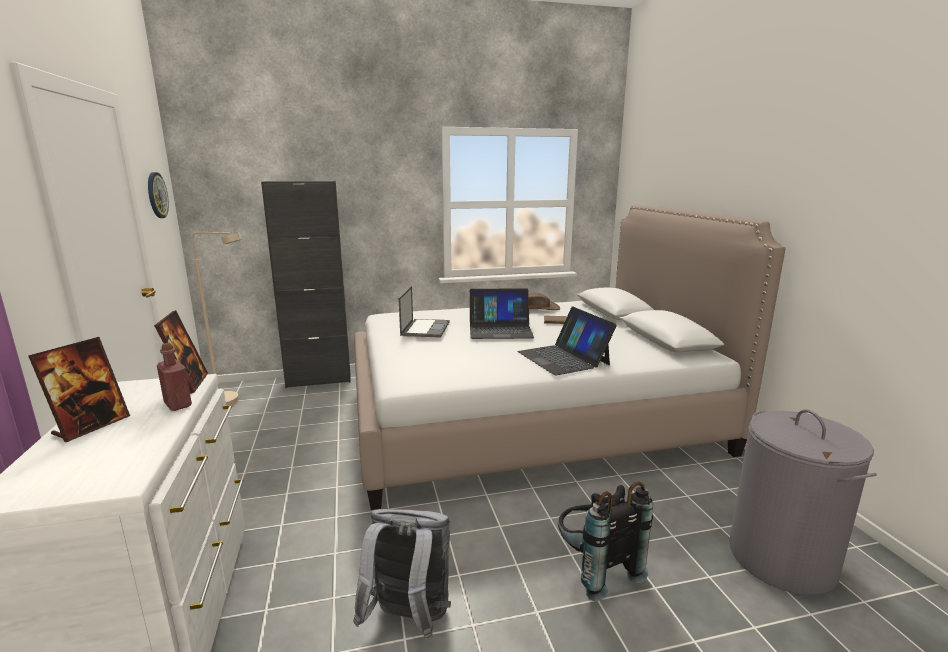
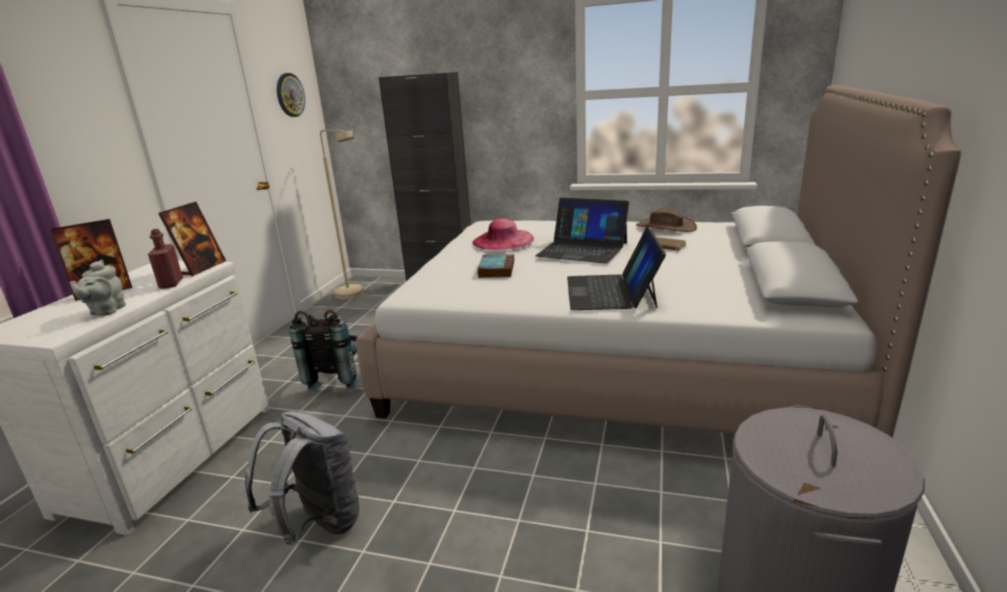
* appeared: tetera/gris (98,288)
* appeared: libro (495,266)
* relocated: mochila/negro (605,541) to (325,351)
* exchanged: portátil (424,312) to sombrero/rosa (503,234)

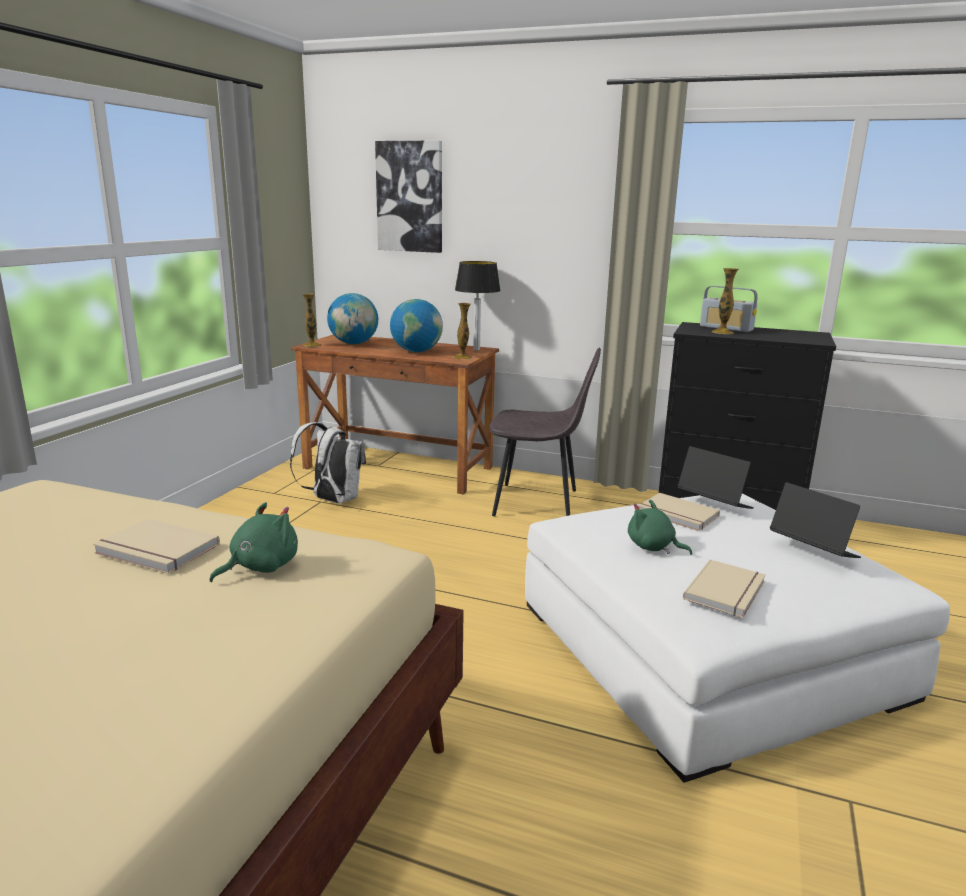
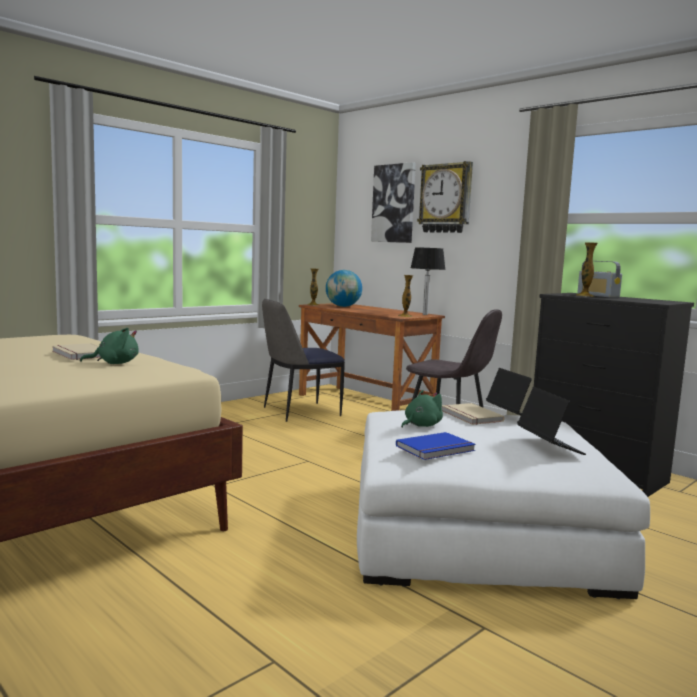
* missing: globo terráqueo (416,325)
* appeared: reloj de pared (445,197)
* exchanged: mochila/blanco (328,463) to silla (303,360)
* colour: libro/beis (724,588) to libro/azul (436,446)
* spun: peluche/verde (660,527) = (422,409) 75 degrees clockwise

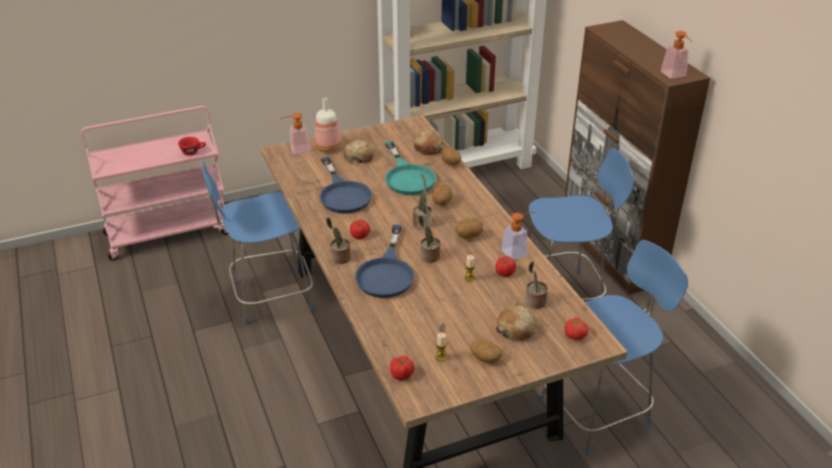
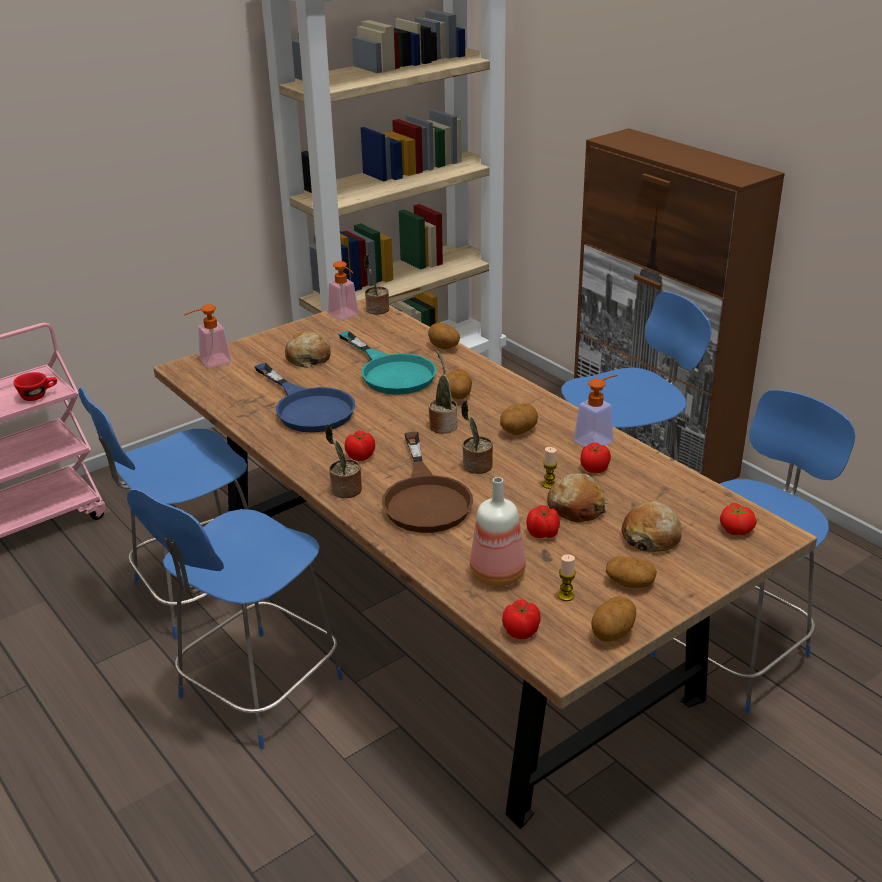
* appeared: silla/azul (235,619)
* appeared: tomate (543,521)
* appeared: patata (613,619)
* relocated: botella (328,125) to (498,532)
* relocated: pan (429,142) to (577,498)
* relocated: planta en maceta (536,285) to (376,284)
* relocated: dispensador de jabón (677,55) to (343,290)
* colour: sartén/azul (384,261) to sartén/marrón (427,482)

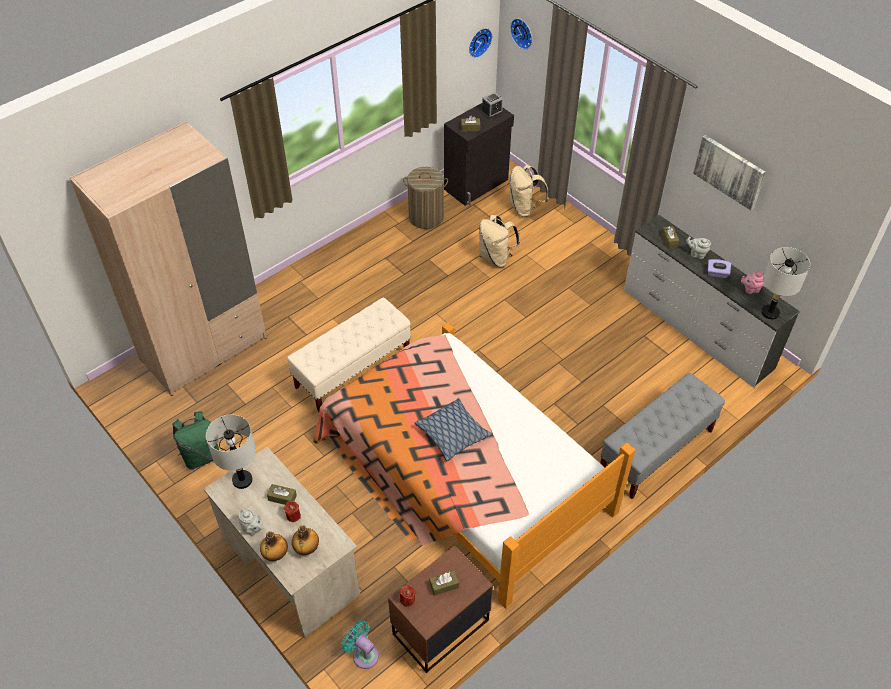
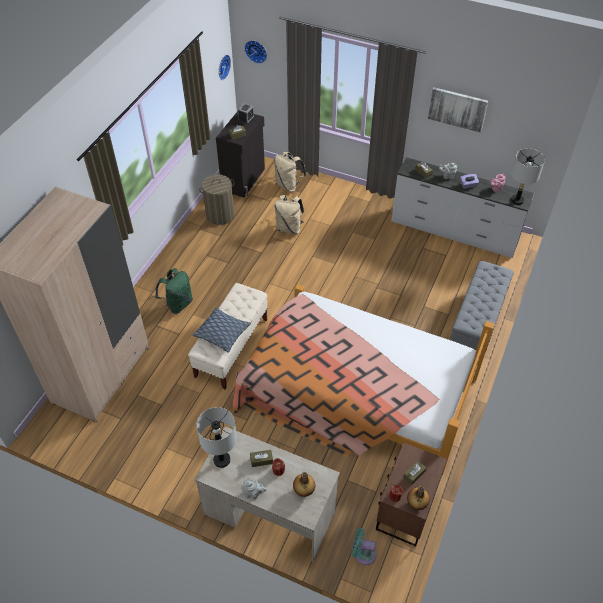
* relocated: mochila/verde (195,440) to (174,291)
* relocated: botella (274,546) to (418,498)
* relocated: cojín (453,429) to (222,329)

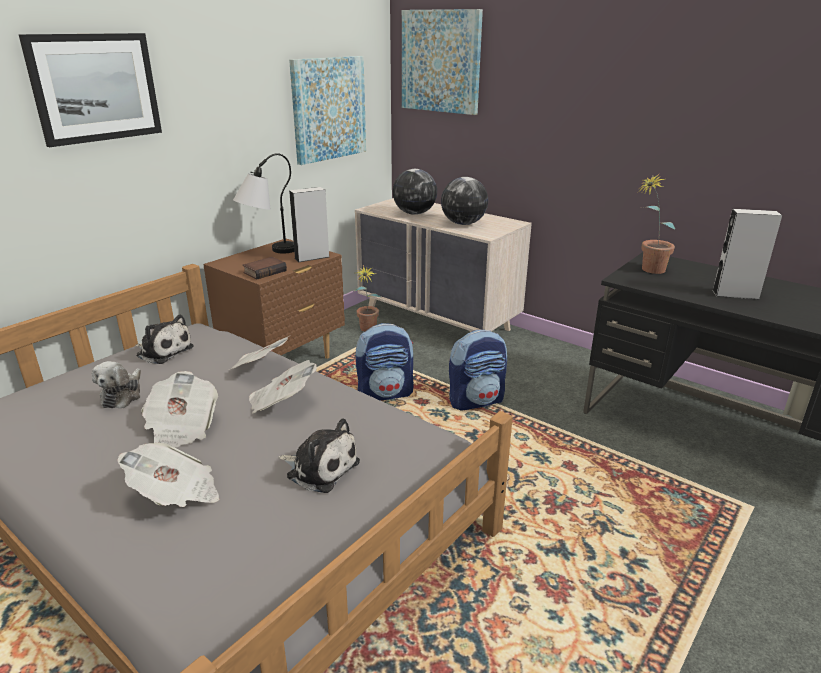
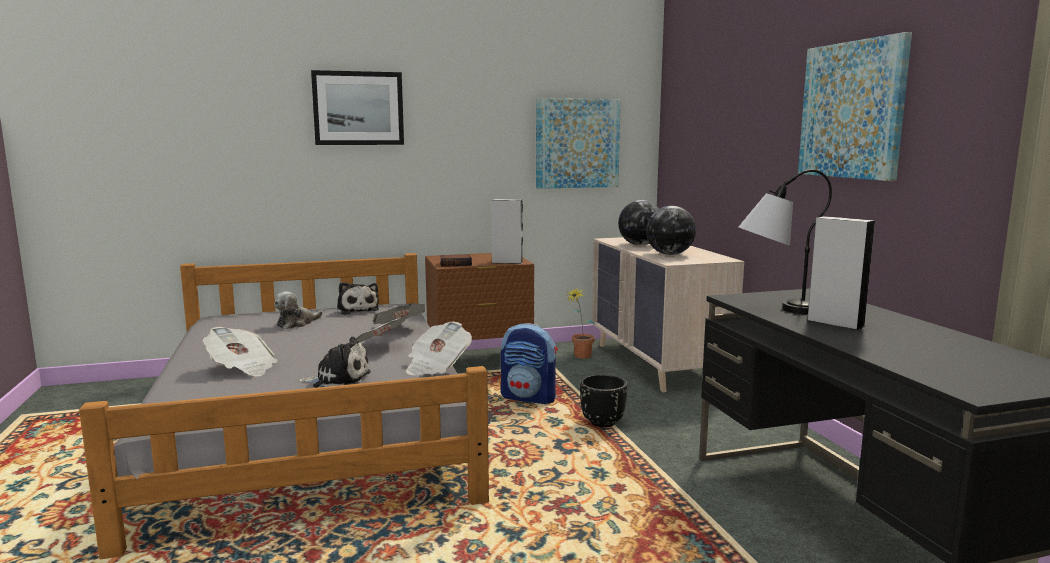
* missing: planta en maceta (656,223)
* relocated: periódico (179,409) to (439,348)
* relocated: lámpara de mesa (263,203) to (785,242)
* relocated: cuadro (442,62) to (855,106)
* exchanged: mochila (478,370) to maceta/negro (604,400)
* spun: peluche (319,455) = (334,362) 60 degrees counterclockwise

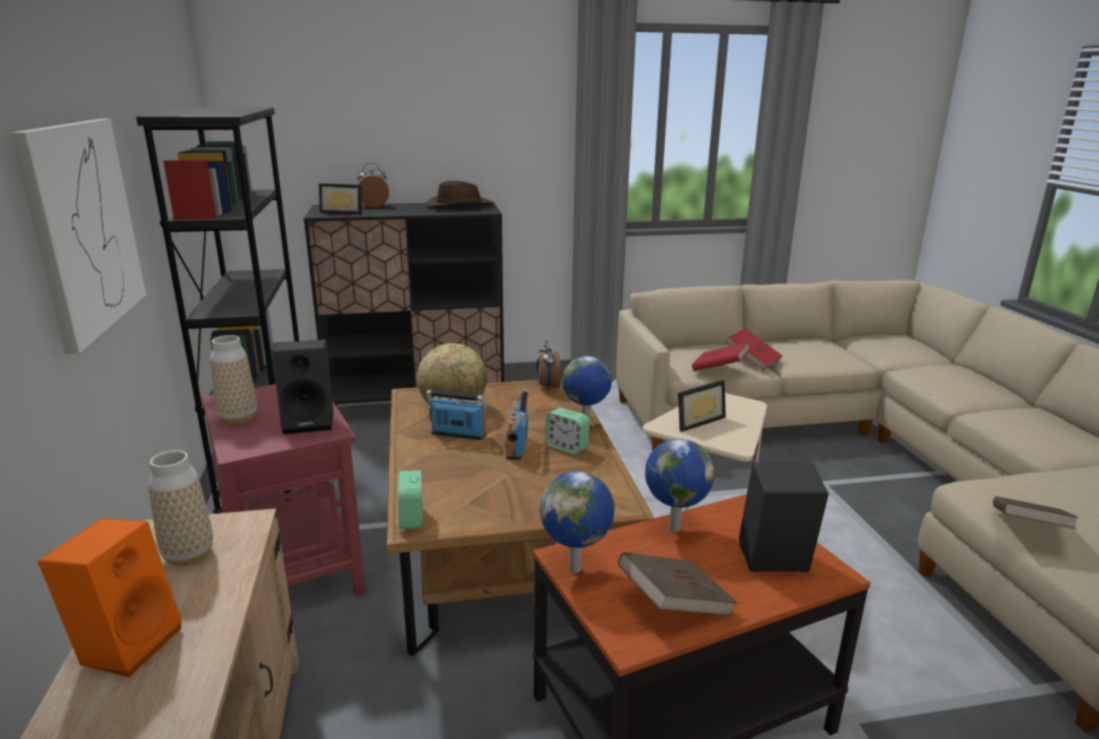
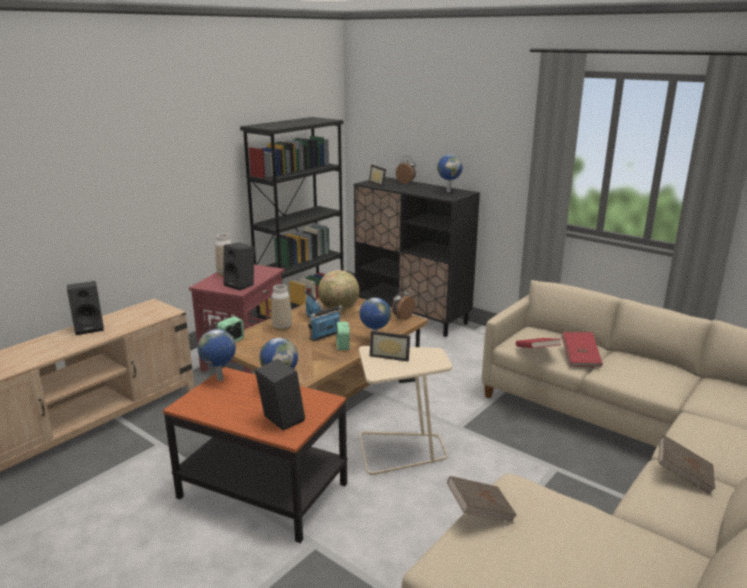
* missing: cuadro (78,236)
* relocated: florero (180,508) to (281,307)
* relocated: libro/marrón (678,584) to (686,464)
* exchanged: sombrero/marrón (460,194) to globo terráqueo (450,173)
* colour: altavoz/naranja (110,597) to altavoz/negro (85,308)

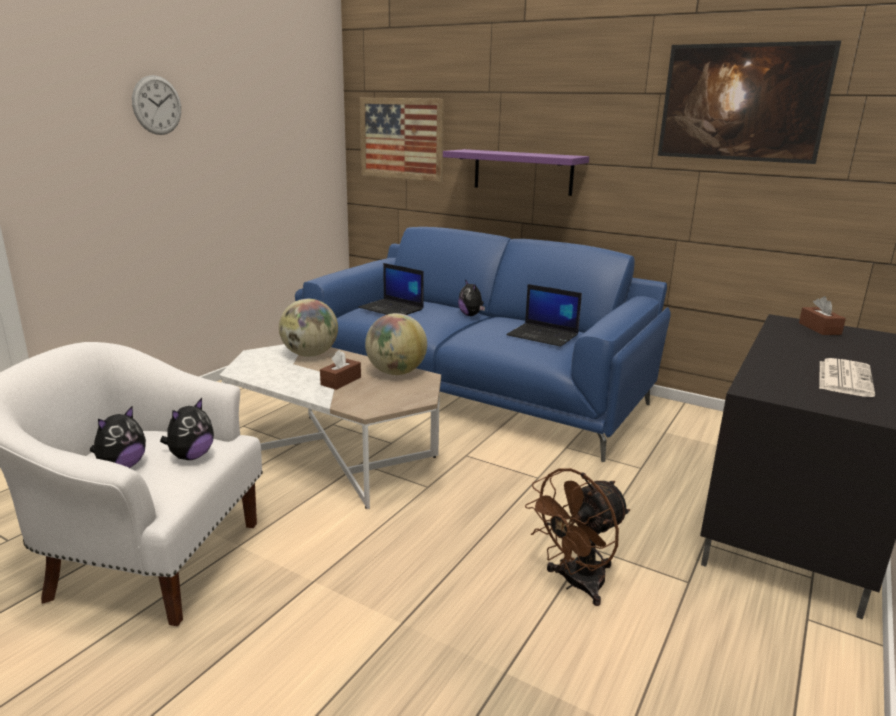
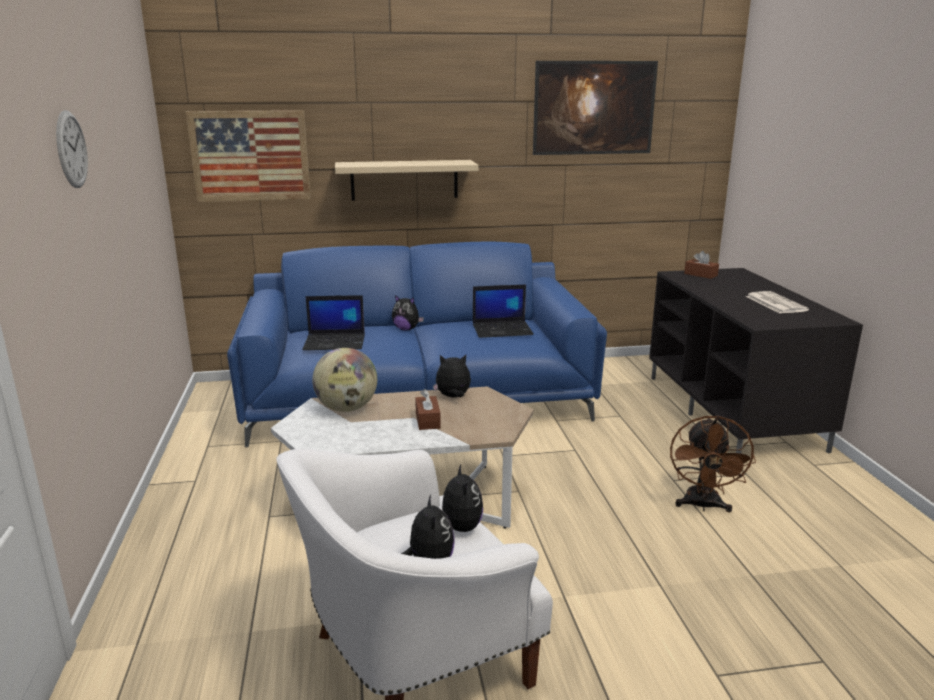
* exchanged: globo terráqueo (396,344) to peluche (452,376)
* colour: estante/morado (516,172) to estante/beis (407,180)

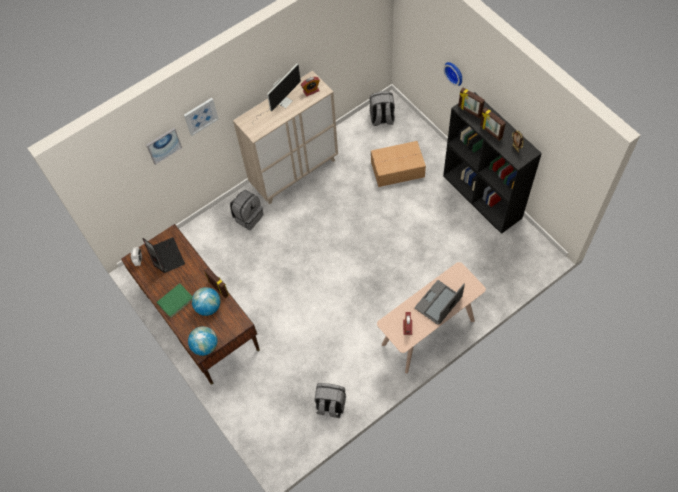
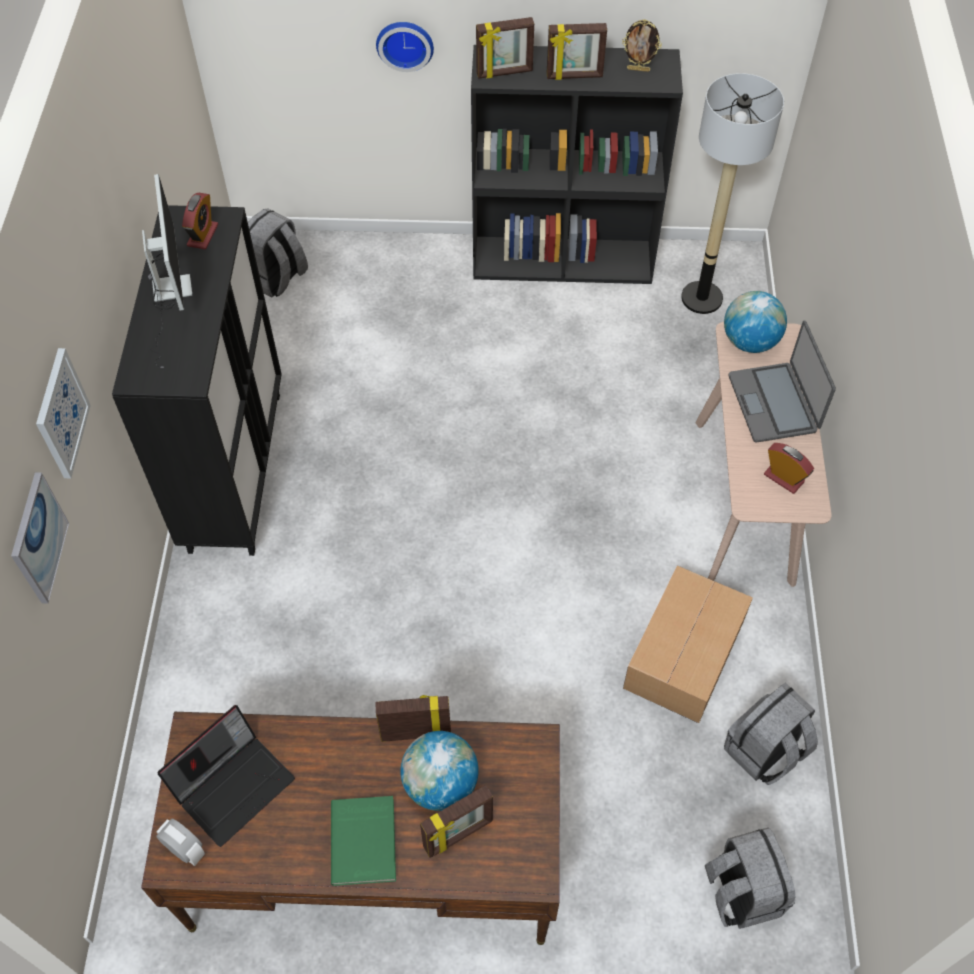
* appeared: portarretratos (456,821)
* appeared: lámpara de pie (732,193)
* relocated: globo terráqueo (202,341) to (755,322)
* relocated: mochila/gris (247,210) to (750,878)
* relocated: caja de cartón (398,164) to (688,644)
* colour: armario/beis (285,138) to armario/negro (197,380)
* spun: portátil (163,255) = (226,776) 120 degrees clockwise

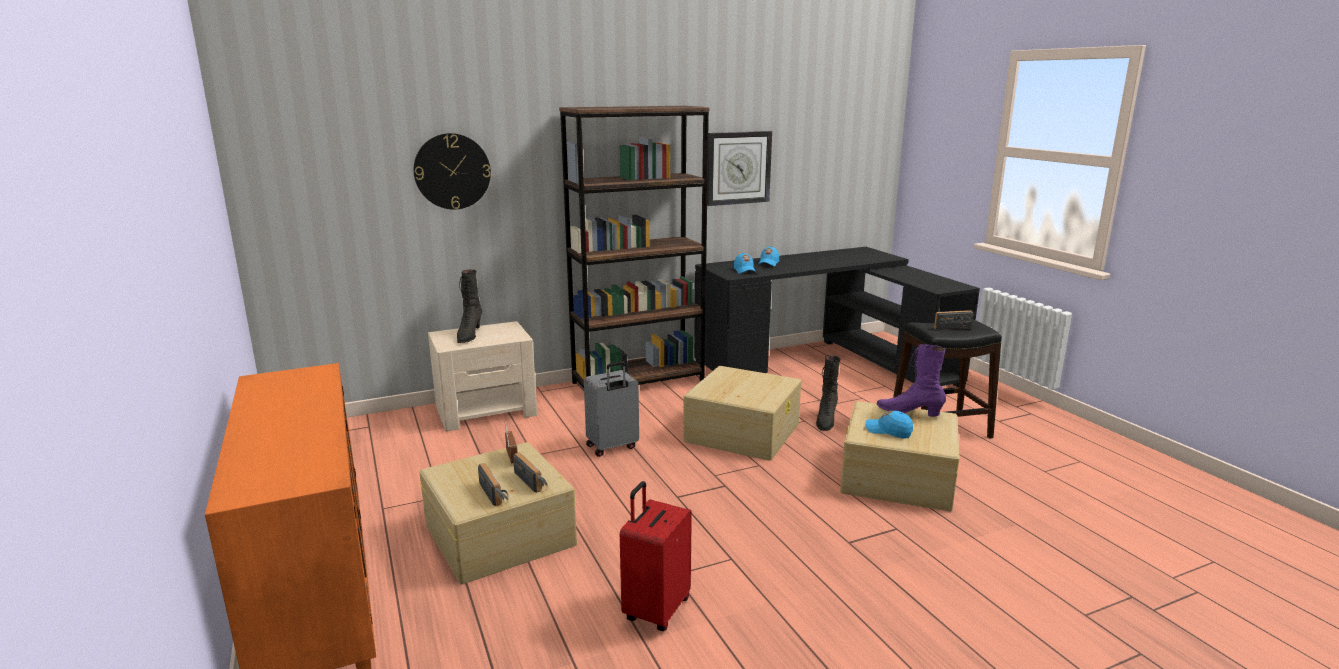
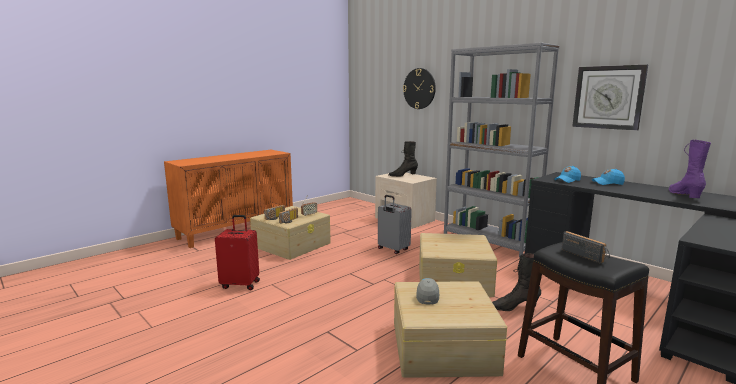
* relocated: bota/morado (911,380) to (690,168)
* colour: estantería/marrón (634,247) to estantería/gris (502,149)
* colour: gorra/azul (889,425) to gorra/gris (427,291)

